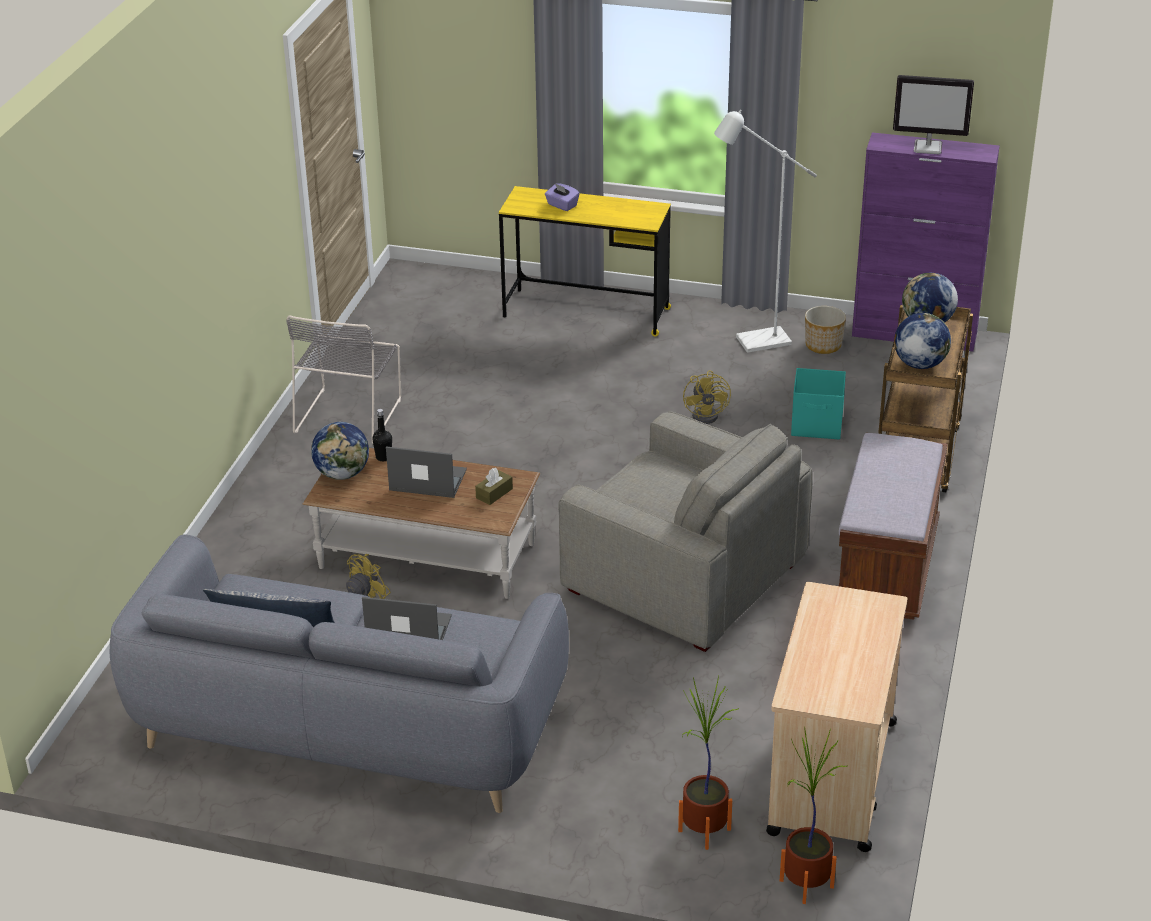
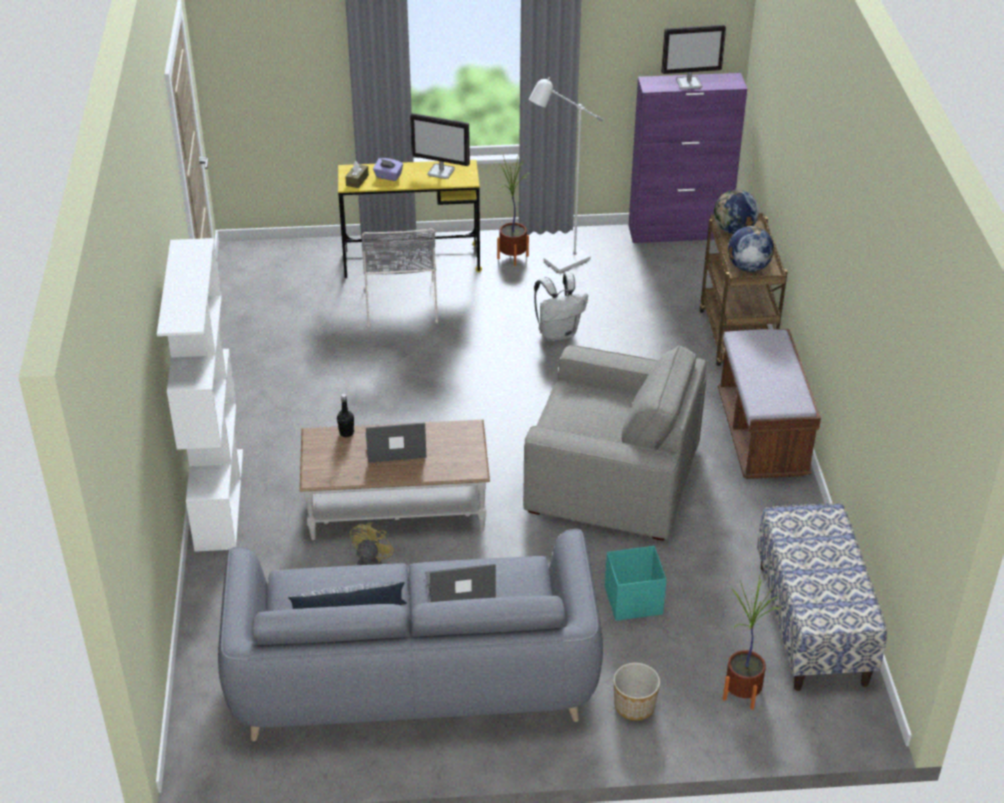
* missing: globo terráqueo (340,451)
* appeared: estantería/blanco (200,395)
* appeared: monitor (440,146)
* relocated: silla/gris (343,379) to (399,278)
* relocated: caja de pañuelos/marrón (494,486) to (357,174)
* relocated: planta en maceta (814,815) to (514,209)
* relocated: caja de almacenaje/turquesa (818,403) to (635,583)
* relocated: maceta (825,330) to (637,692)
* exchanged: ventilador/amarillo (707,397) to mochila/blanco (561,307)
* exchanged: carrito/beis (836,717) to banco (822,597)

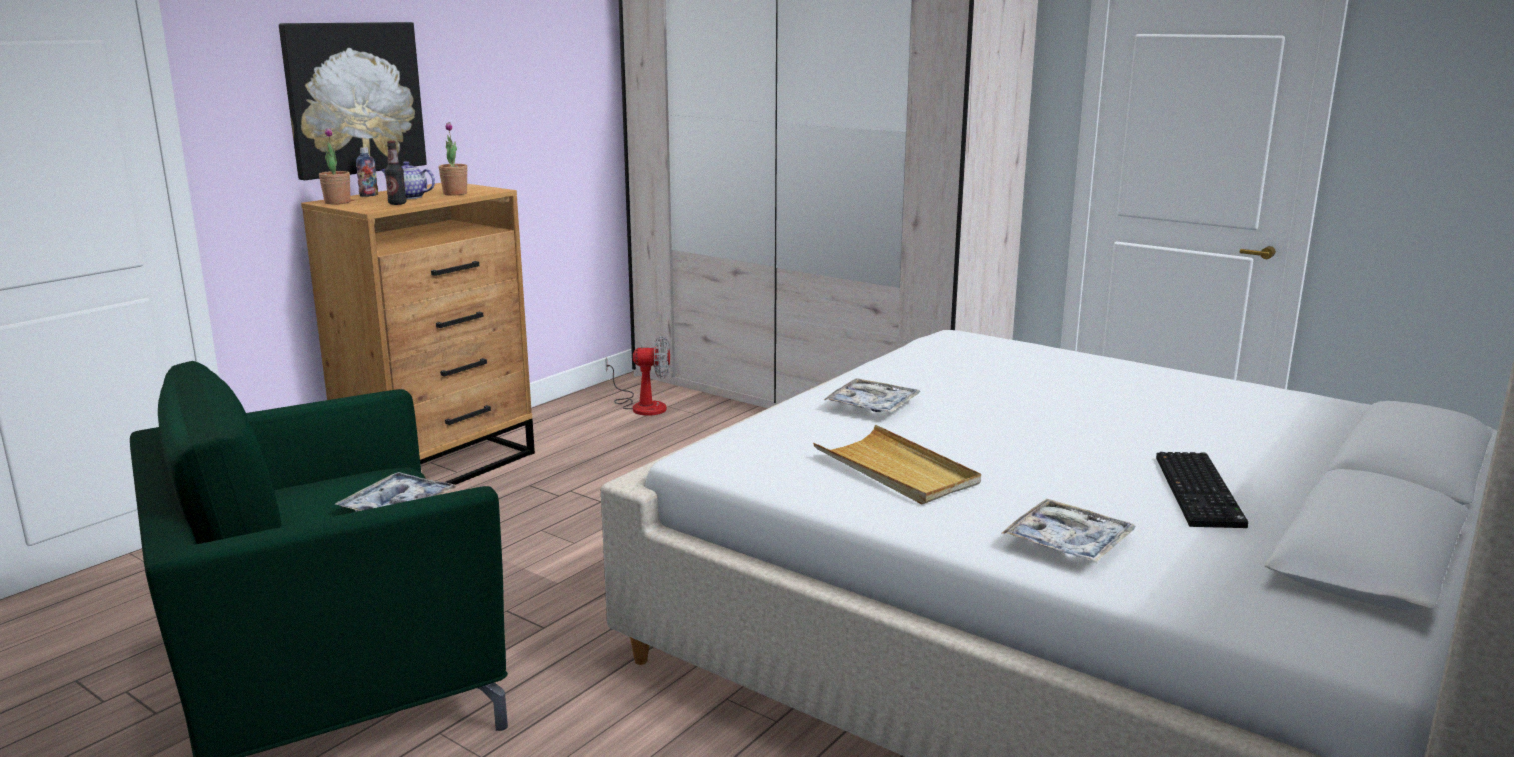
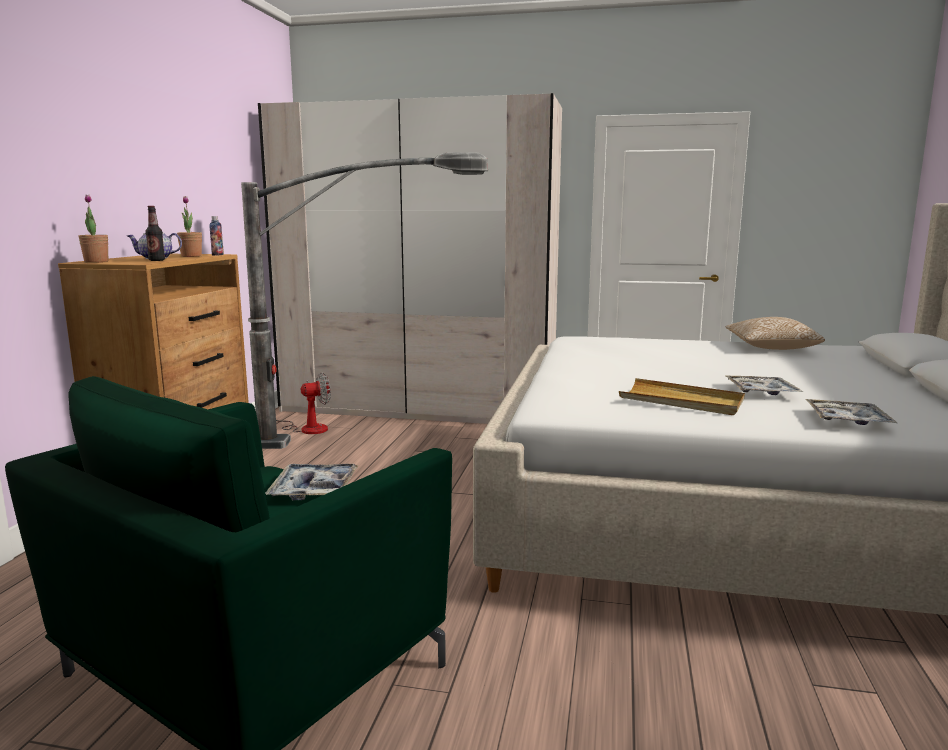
* missing: cuadro (353,101)
* missing: teclado (1202,490)
* appeared: lámpara de pie (364,300)
* appeared: cojín (775,333)
* relocated: botella (367,172) to (216,236)
* relocated: bandeja (872,395) to (763,385)

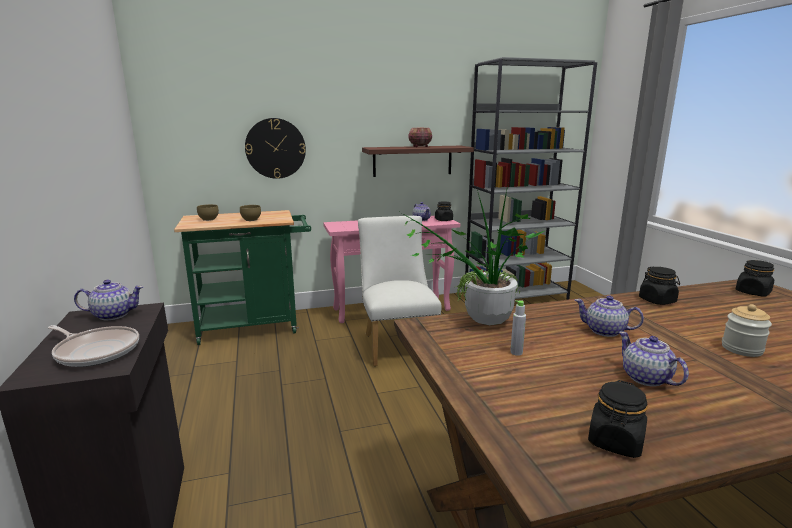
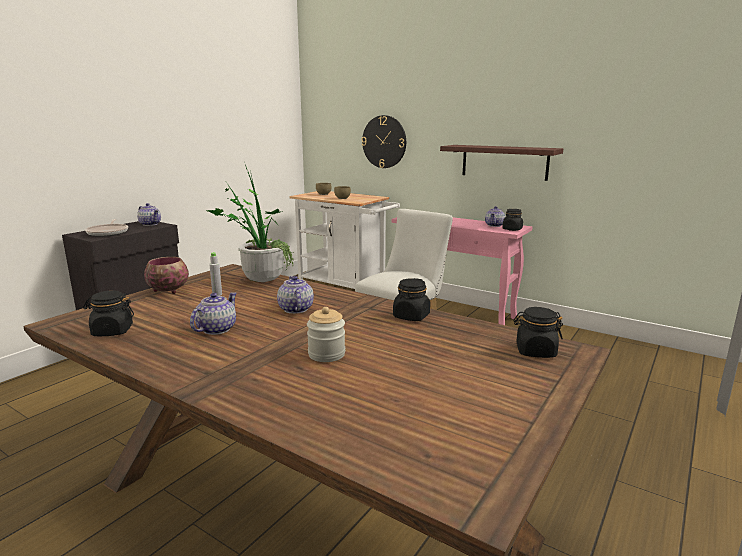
* missing: estantería/gris (530,178)
* relocated: cuenco (420,137) to (166,275)
* colour: carrito/verde (242,277) to carrito/blanco (344,240)

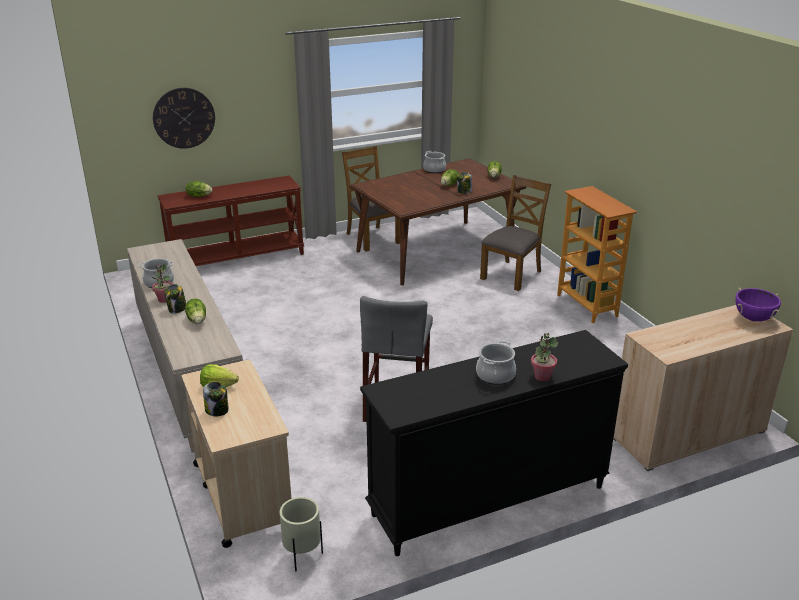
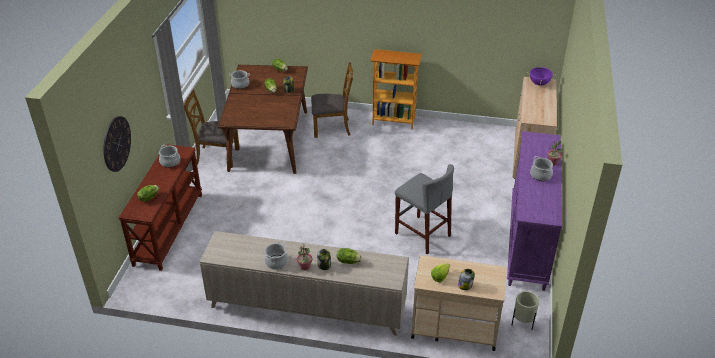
* appeared: olla (169,156)
* colour: cómoda/negro (494,443) to cómoda/morado (534,211)
* spun: silla/marrón (515,233) = (332,100) 105 degrees clockwise

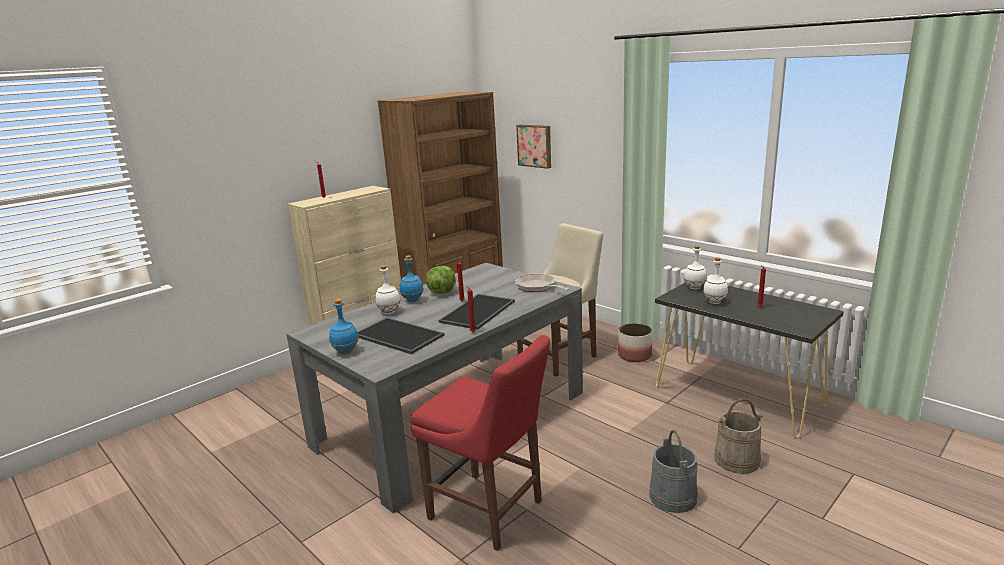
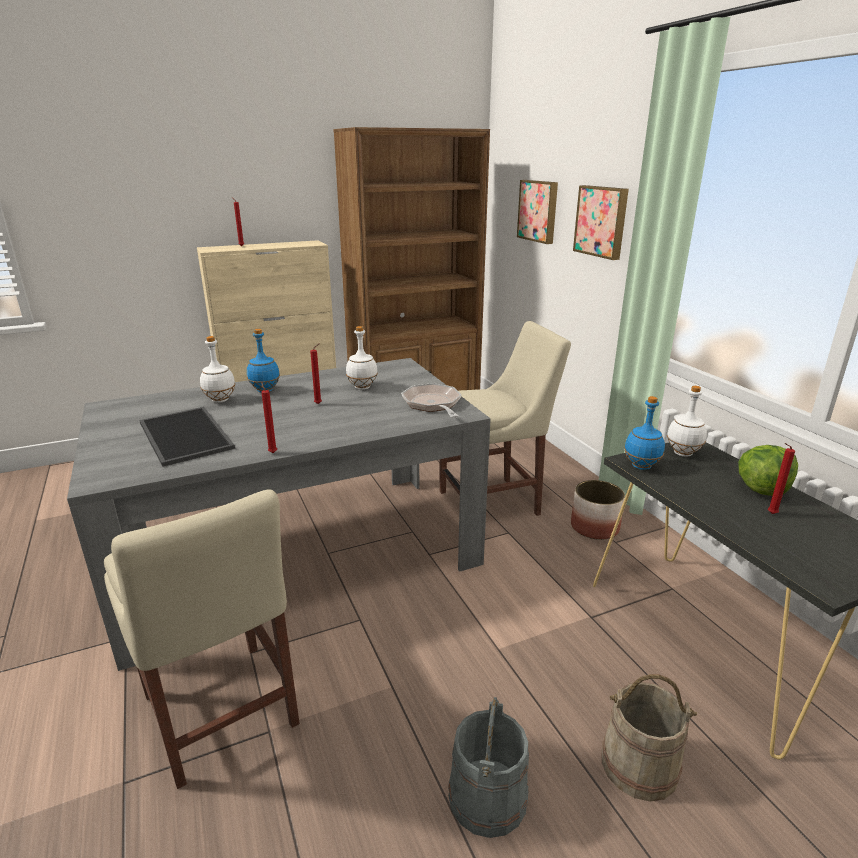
* missing: bandeja (477,312)
* appeared: cuadro (601,222)
* relocated: botella/azul (343,326) to (644,433)
* relocated: lechuga (440,280) to (768,470)
* relocated: botella/blanco (715,280) to (362,358)
* colour: silla/rojo (480,443) to silla/beis (202,639)

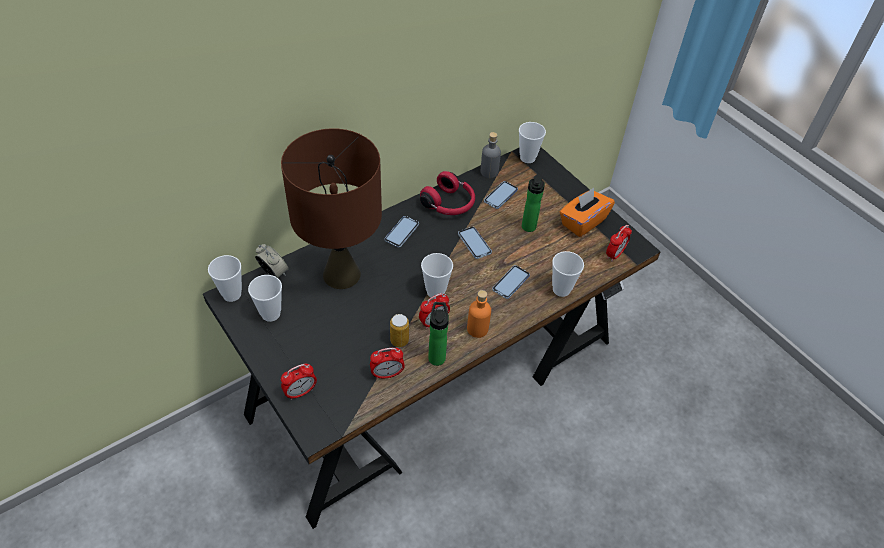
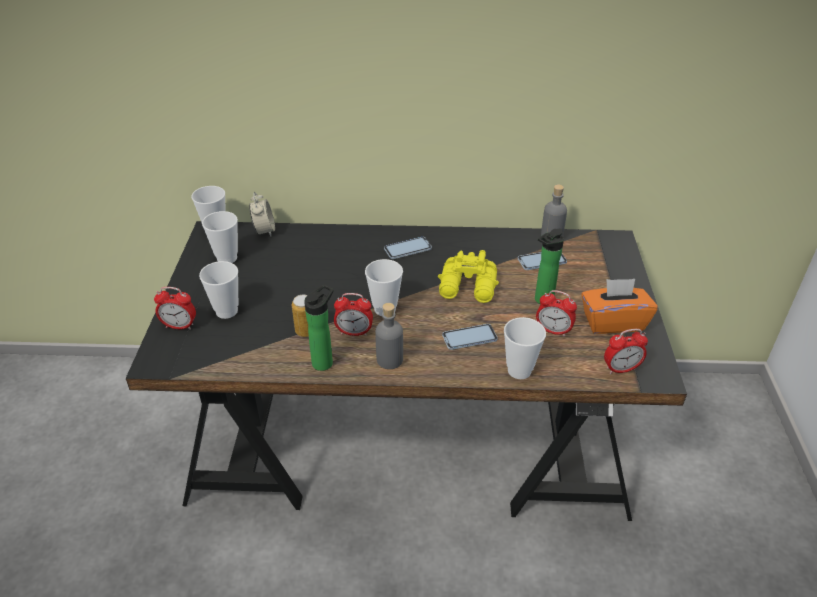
* missing: lámpara de mesa/marrón (331,208)
* missing: auriculares/rojo (447,193)
* relocated: despertador (387,363) to (556,313)
* relocated: taza (532,142) to (218,290)
* exchanged: móvil (475,243) to prismáticos/amarillo (468,276)
* colour: botella/naranja (479,314) to botella/gris (389,336)

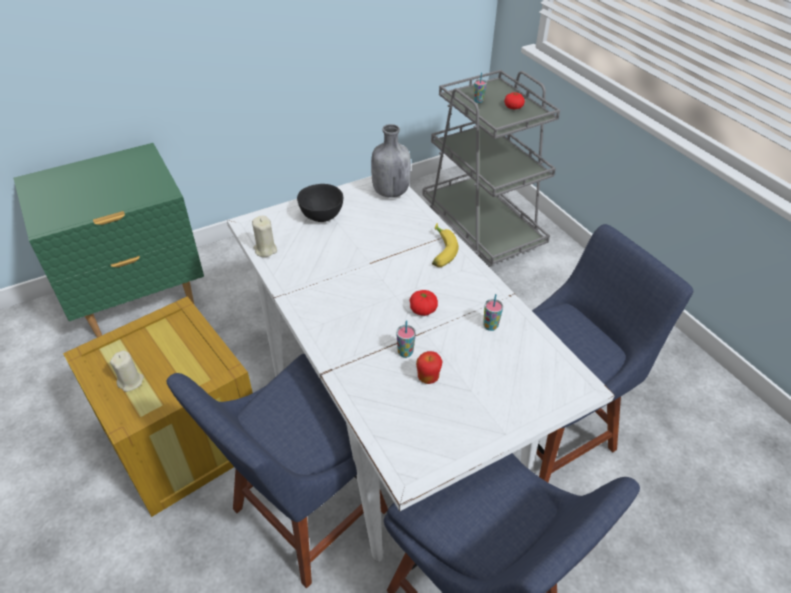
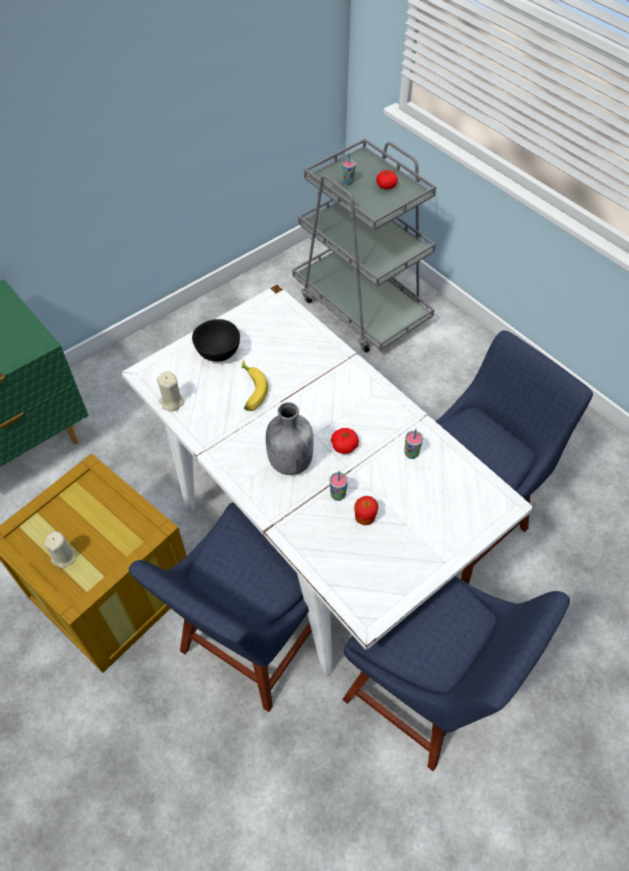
* relocated: botella/gris (391,161) to (290,438)
* relocated: plátano (445,245) to (255,385)

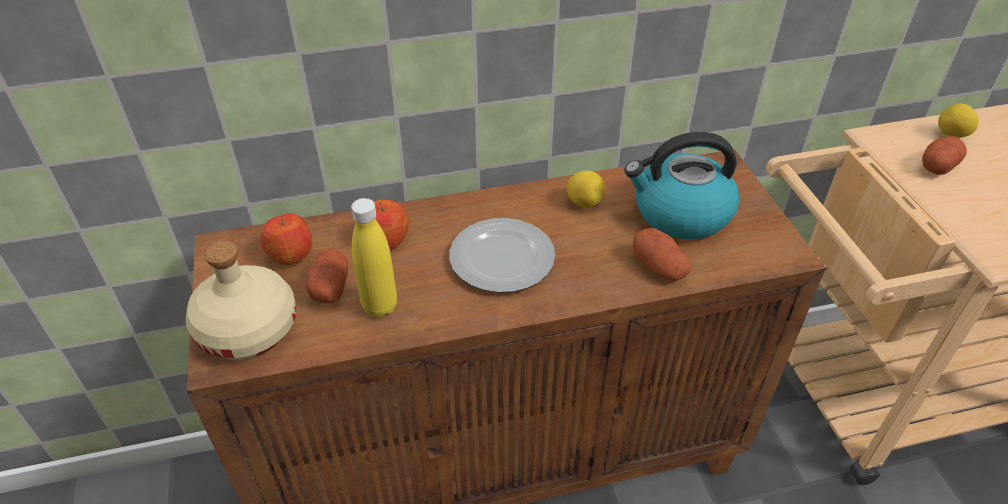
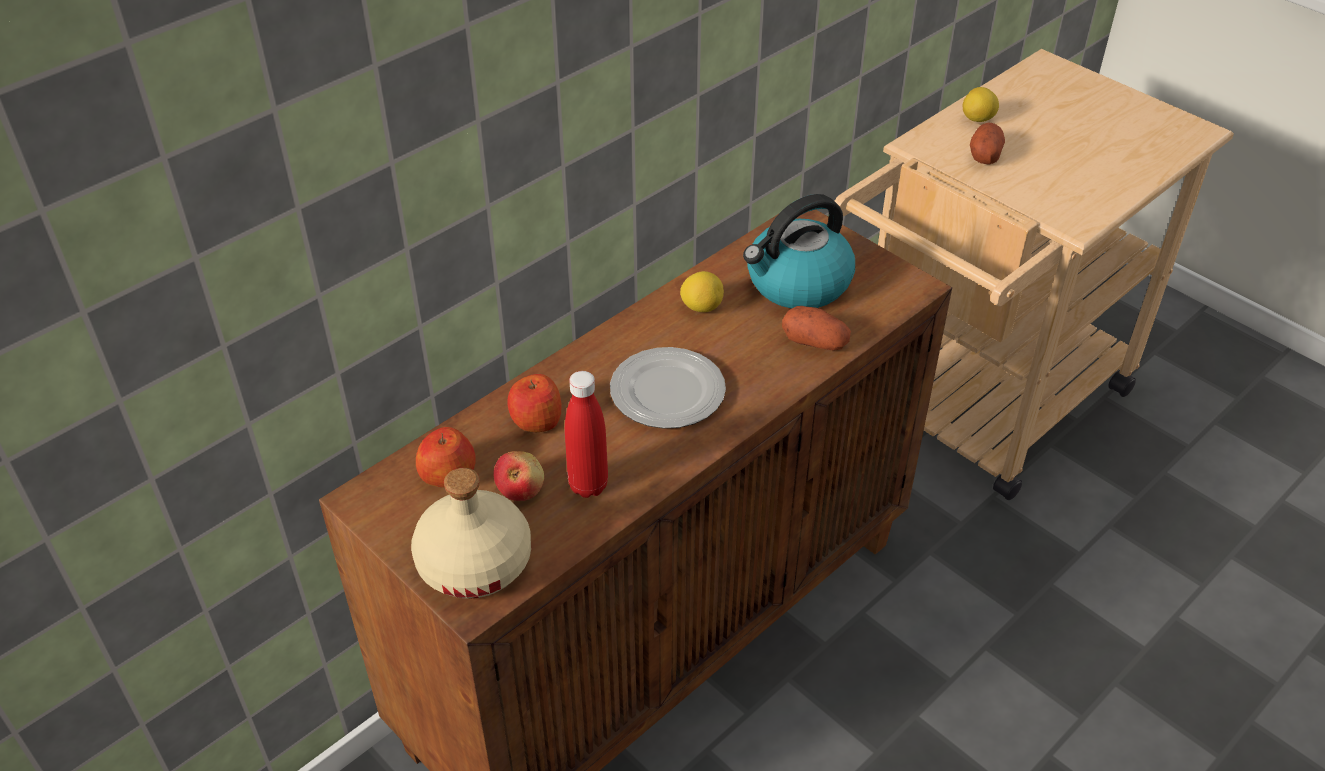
* exchanged: patata (327,276) to manzana (518,476)
* colour: botella/amarillo (374,258) to botella/rojo (586,434)

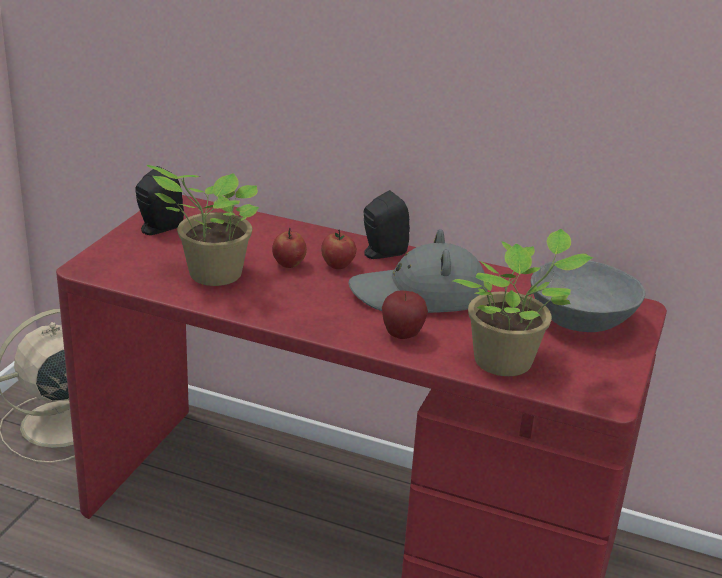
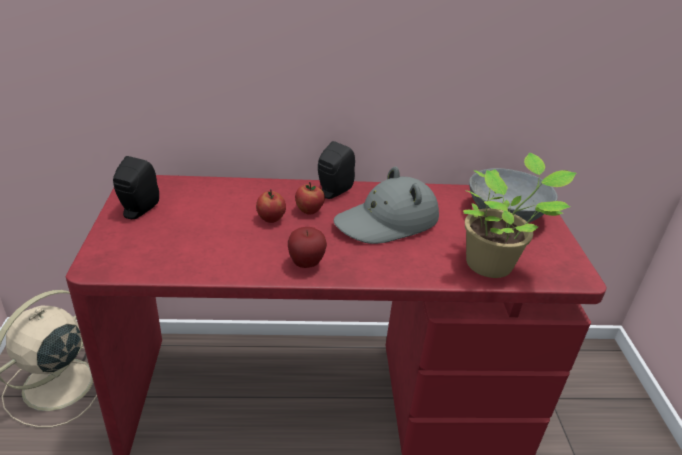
* missing: planta en maceta (203,225)
* relocated: manzana (405,314) to (307,247)

